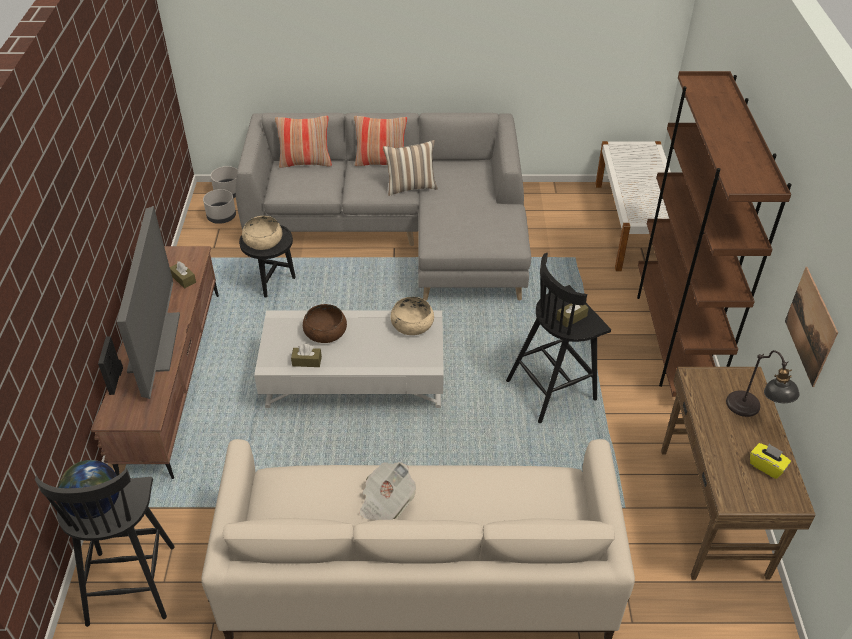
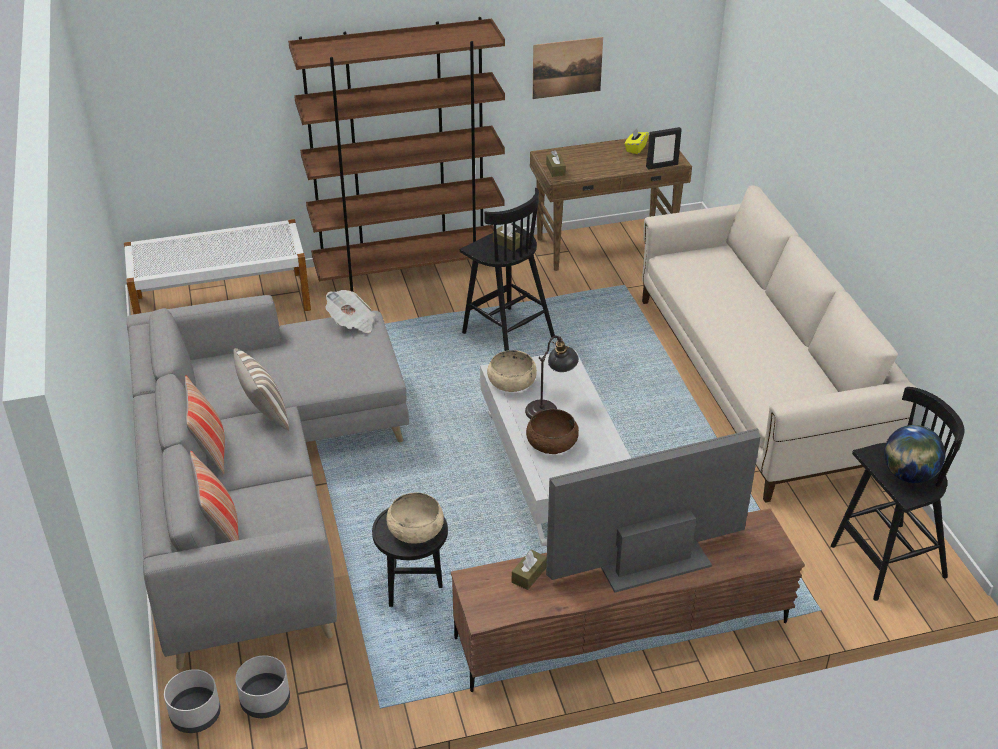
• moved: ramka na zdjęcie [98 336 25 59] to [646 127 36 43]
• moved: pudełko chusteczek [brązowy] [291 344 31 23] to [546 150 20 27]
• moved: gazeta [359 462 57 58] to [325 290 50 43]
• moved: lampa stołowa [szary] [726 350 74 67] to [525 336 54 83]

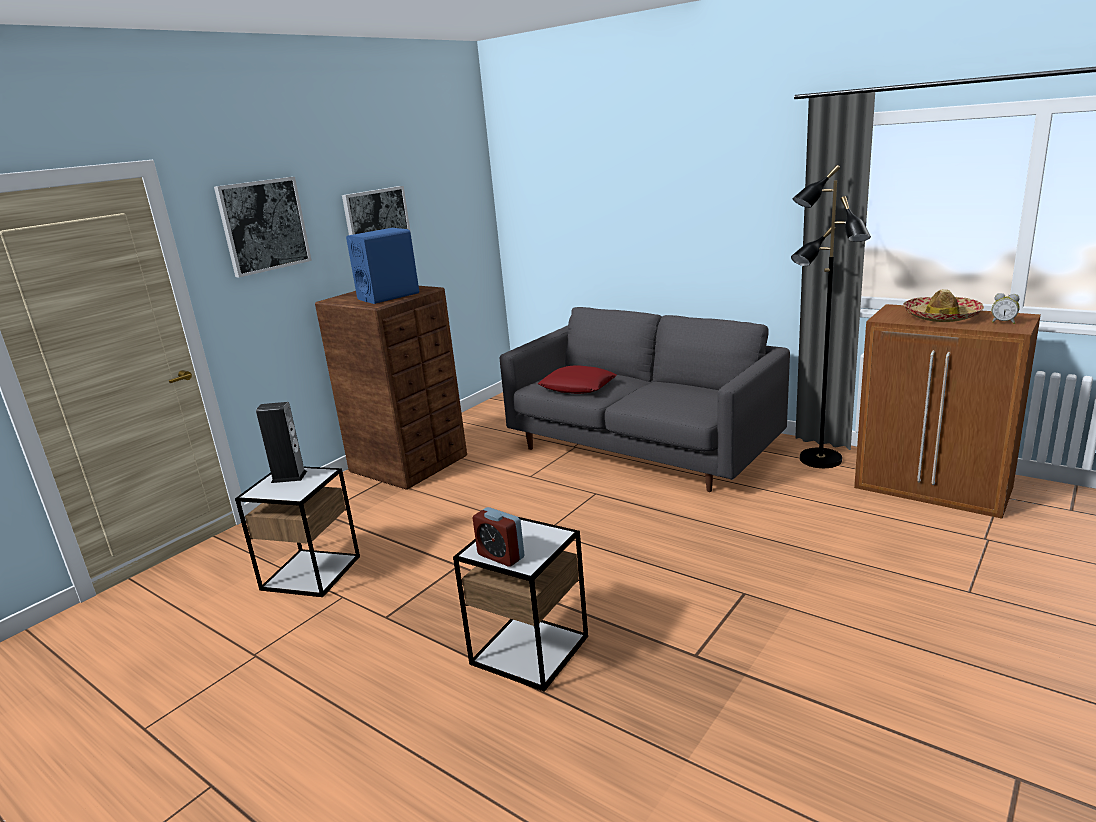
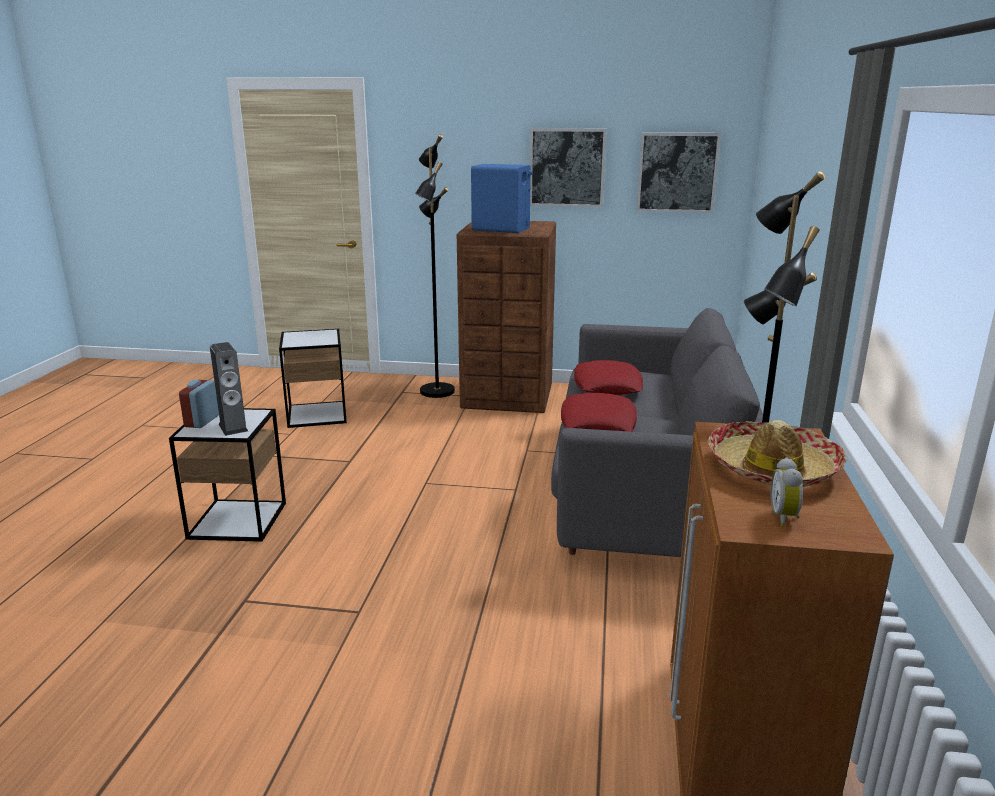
• moved: obraz [214 177 98 101] to [637 132 84 81]
• moved: głośnik [256 402 51 81] to [210 342 38 94]
• added: lampa stojąca [czarny] [415 134 40 264]
• added: poduszka [czerwony] [561 393 76 39]

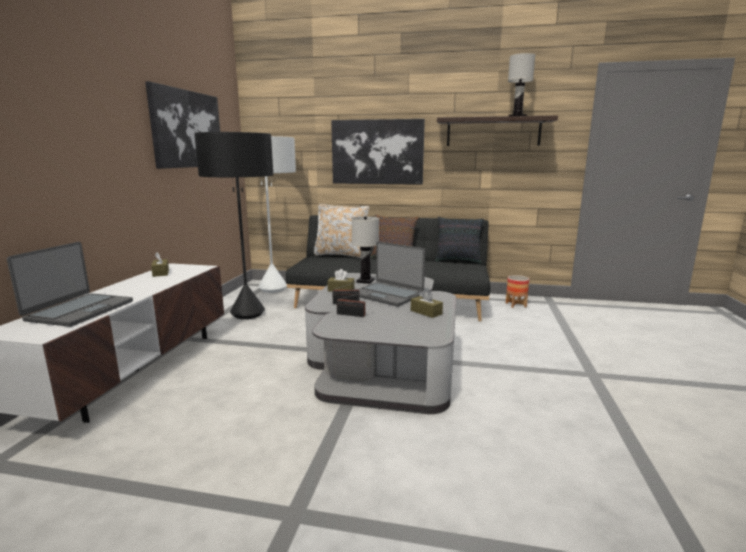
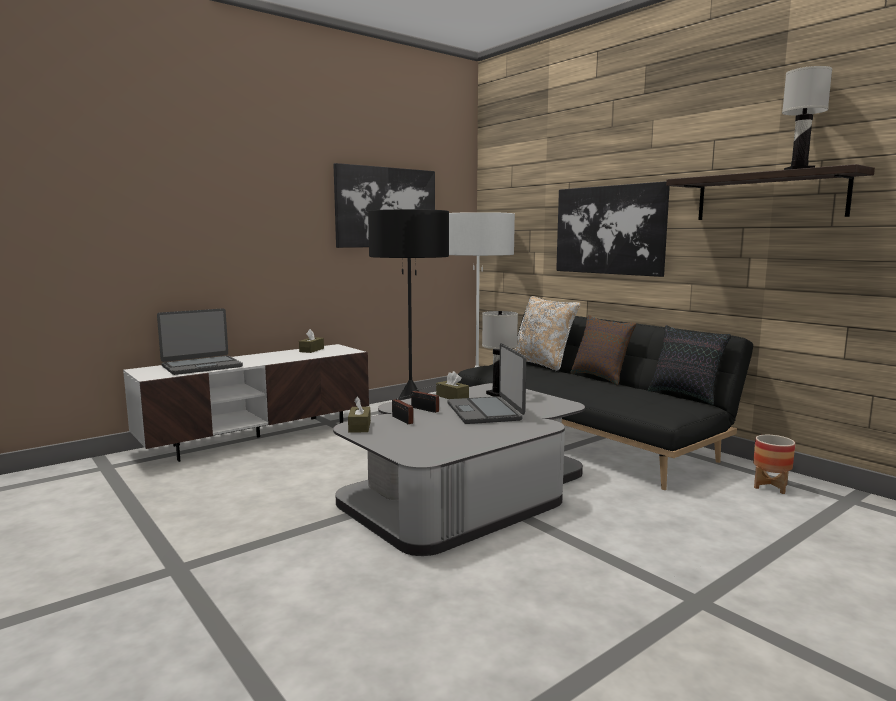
• moved: pudełko chusteczek [brązowy] [411 289 32 29] to [348 396 23 37]

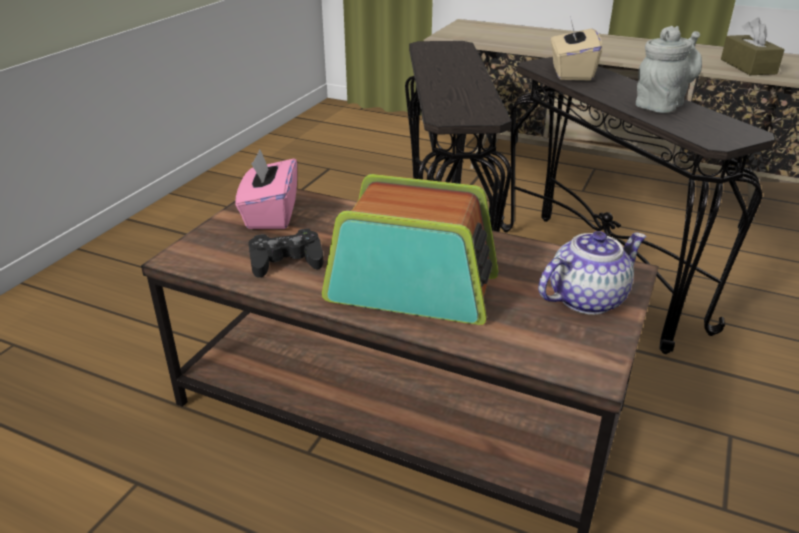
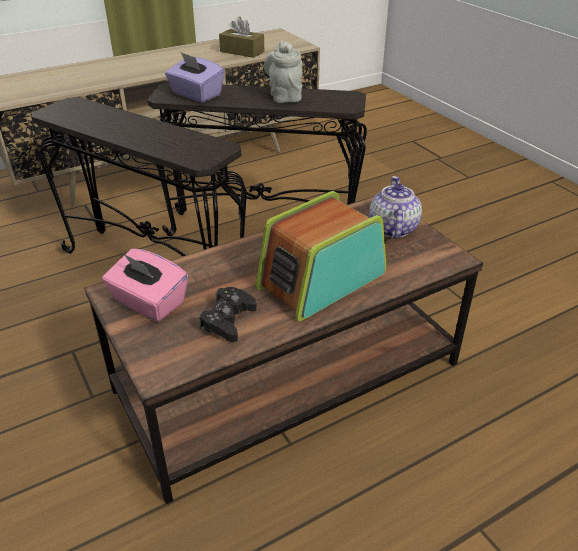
• recoloured: pudełko chusteczek [beżowy] [551 16 51 65] to pudełko chusteczek [fioletowy] [165 52 59 50]

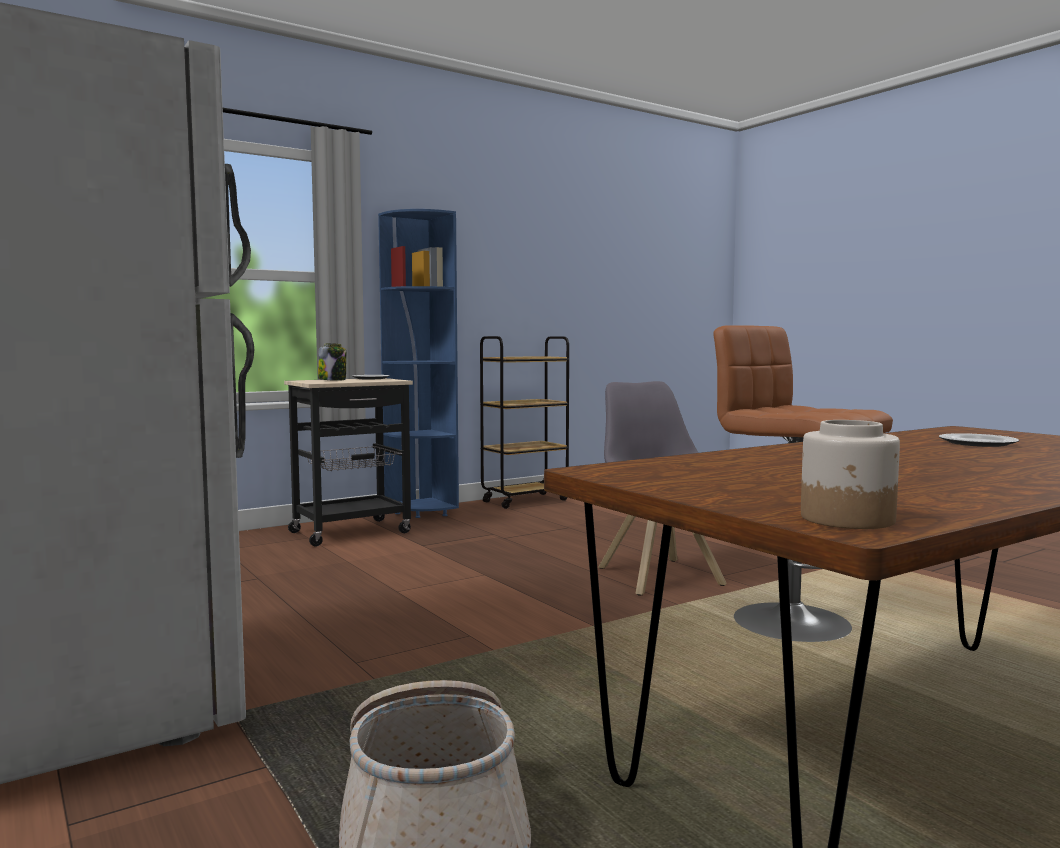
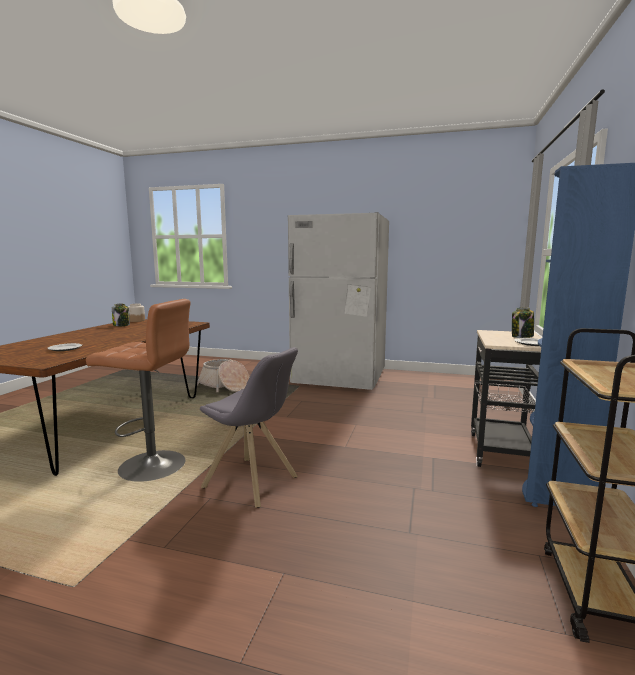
• added: słoik [112 304 18 22]

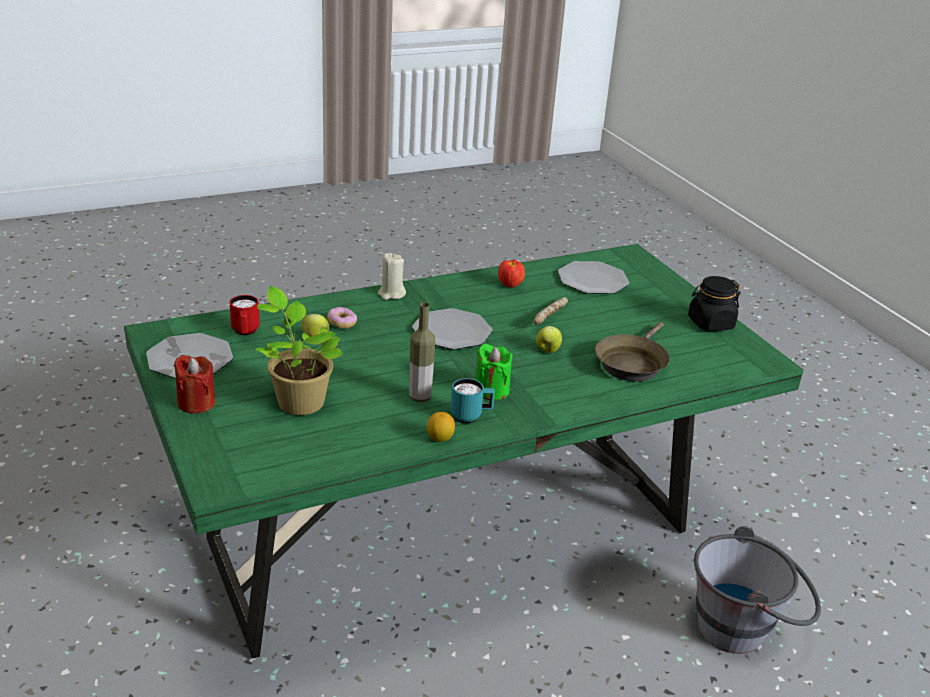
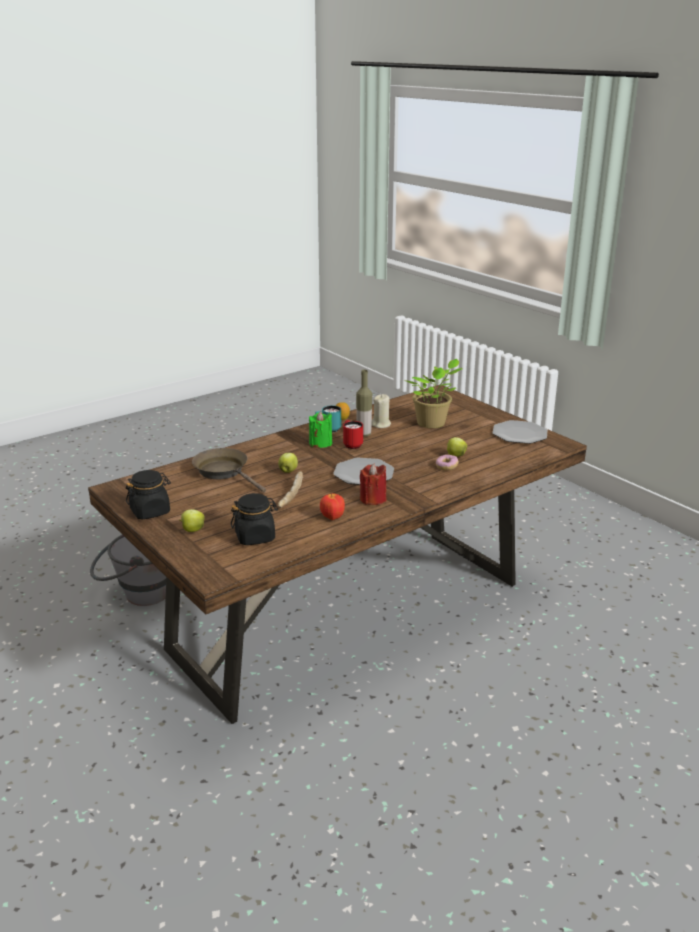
• recoloured: stół jadalny [zielony] [124 244 680 414] to stół jadalny [brązowy] [88 385 499 339]
• moved: świeca [czerwony] [174 355 41 59] to [360 464 26 41]
• moved: kubek [czerwony] [230 295 30 40] to [343 420 20 29]
• moved: świeca [beżowy] [378 253 28 47] to [371 394 20 34]
• replaced: talerz [558 261 71 33] to słoik [czarny] [231 493 47 52]
• turned: patelnia [brązowy] [595 322 75 60] = [192 448 74 44] 60 degrees counterclockwise
• added: jabłko [179 509 26 23]

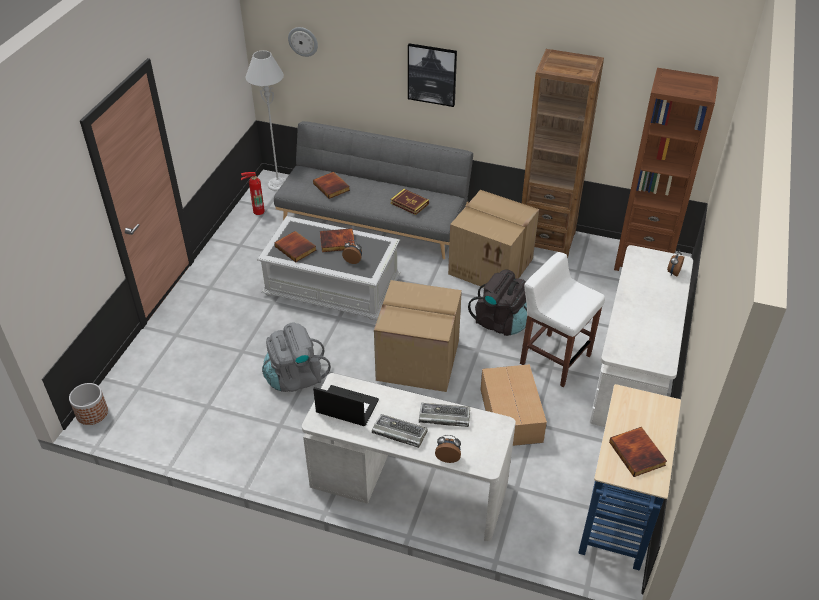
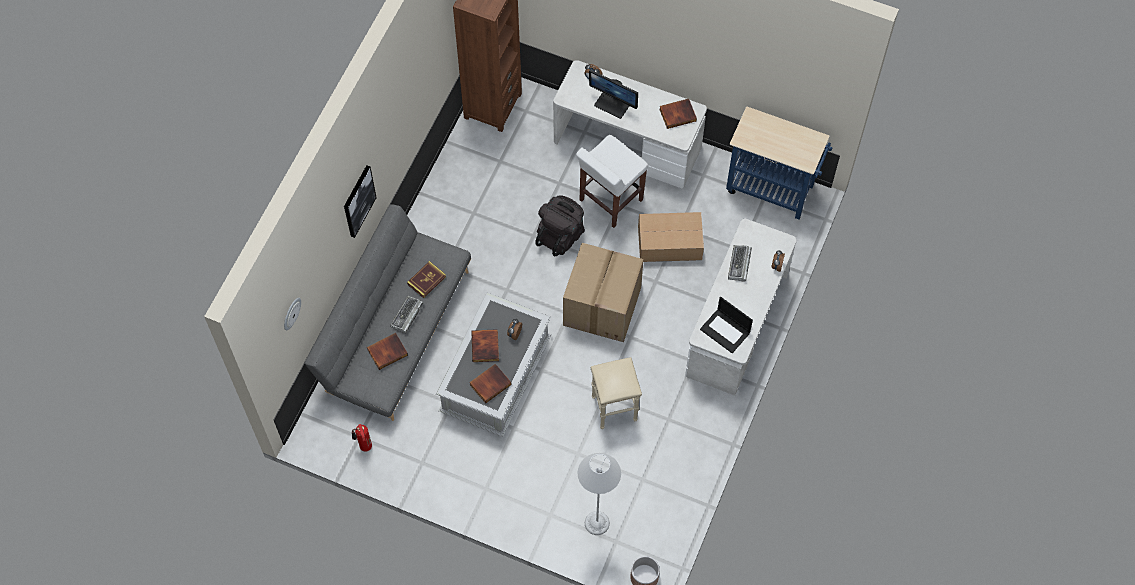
• moved: lampa stojąca [szary] [246 51 40 140] to [578 453 43 82]
• replaced: plecak [szary] [262 322 69 70] to stołek [beżowy] [591 357 51 72]
• turned: laptop [313 385 66 41] = [700 297 53 56] 75 degrees counterclockwise
• moved: klawiatura [372 414 56 34] to [390 296 34 37]
• removed: karton [448 190 91 98]
• removed: regał [brązowy] [522 49 82 209]
• moved: książka [609 427 58 50] to [660 99 37 30]
• added: monitor [589 70 49 49]

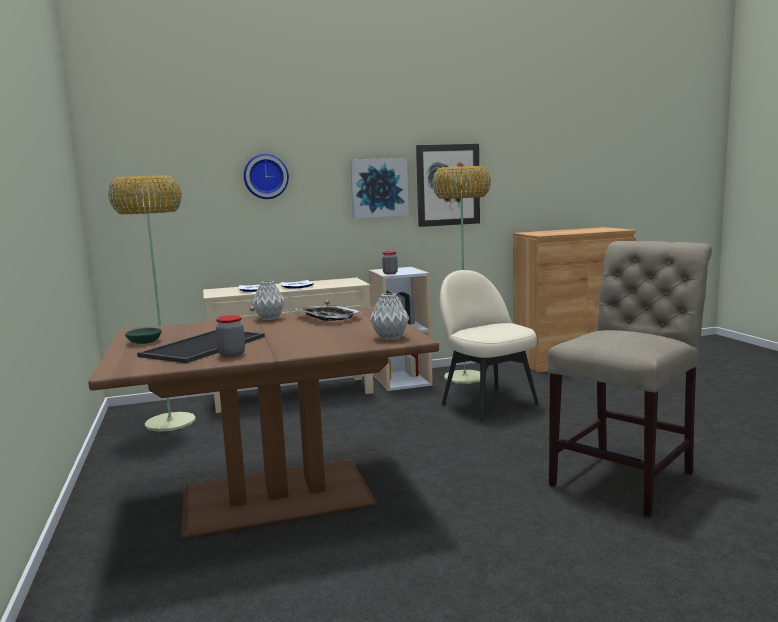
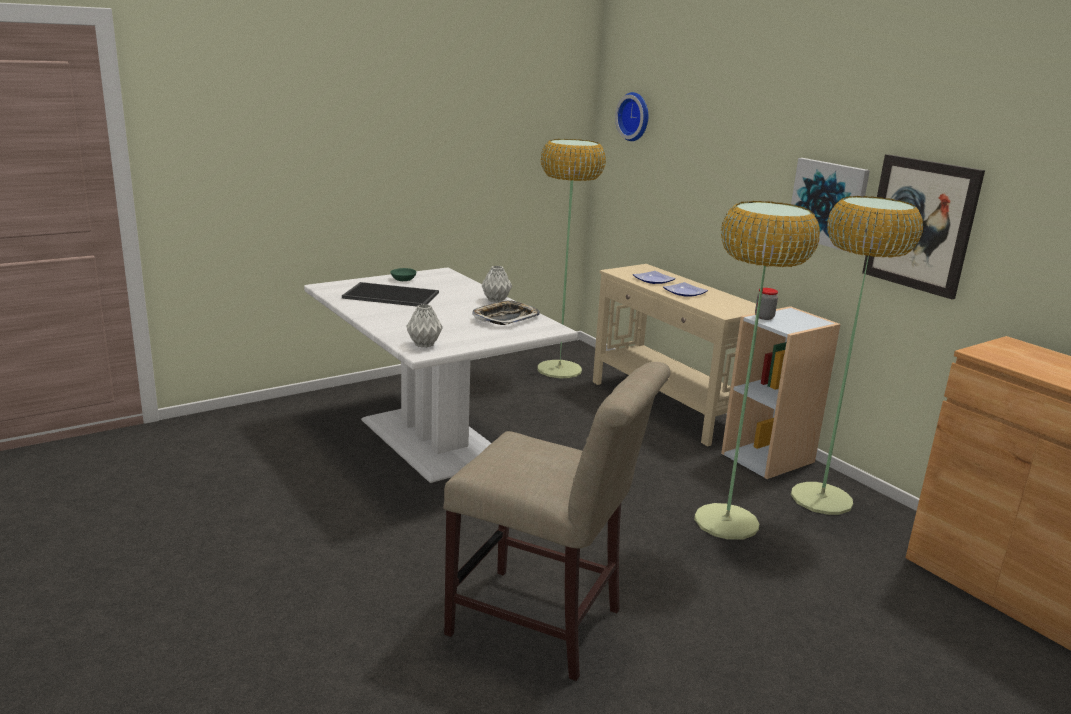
• recoloured: stół jadalny [brązowy] [88 306 351 233] to stół jadalny [biały] [304 267 273 216]
• removed: słoik [216 315 29 42]
• moved: zegar ścienny [244 154 45 45] to [615 92 33 49]
• replaced: krzesło [beżowy] [440 270 99 152] to lampa stojąca [694 201 126 339]

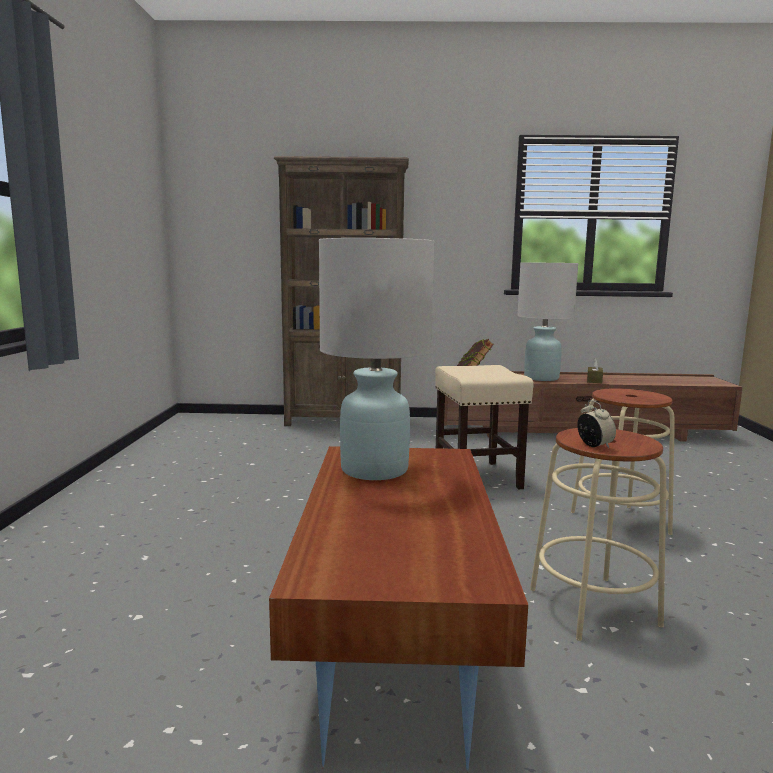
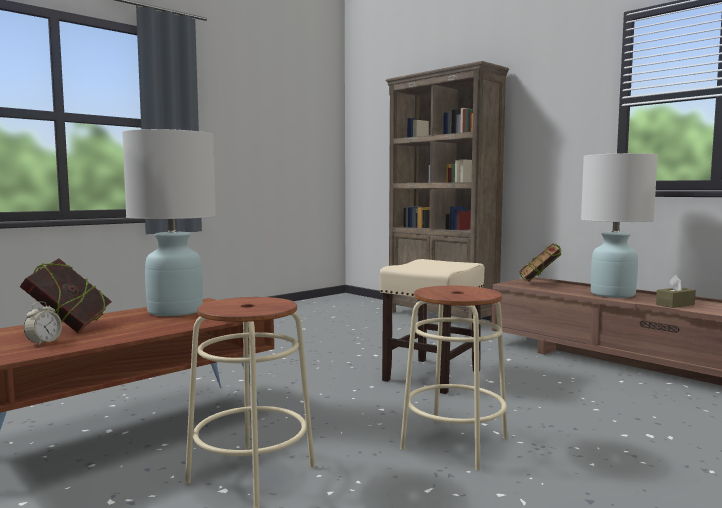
• moved: budzik [577 400 39 48] to [24 302 38 44]
• added: książka [20 258 92 75]

